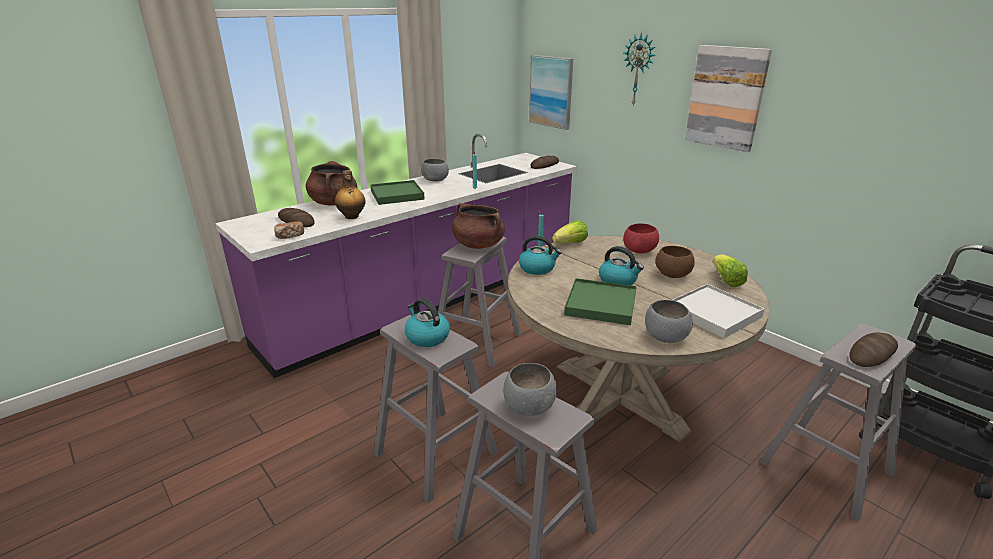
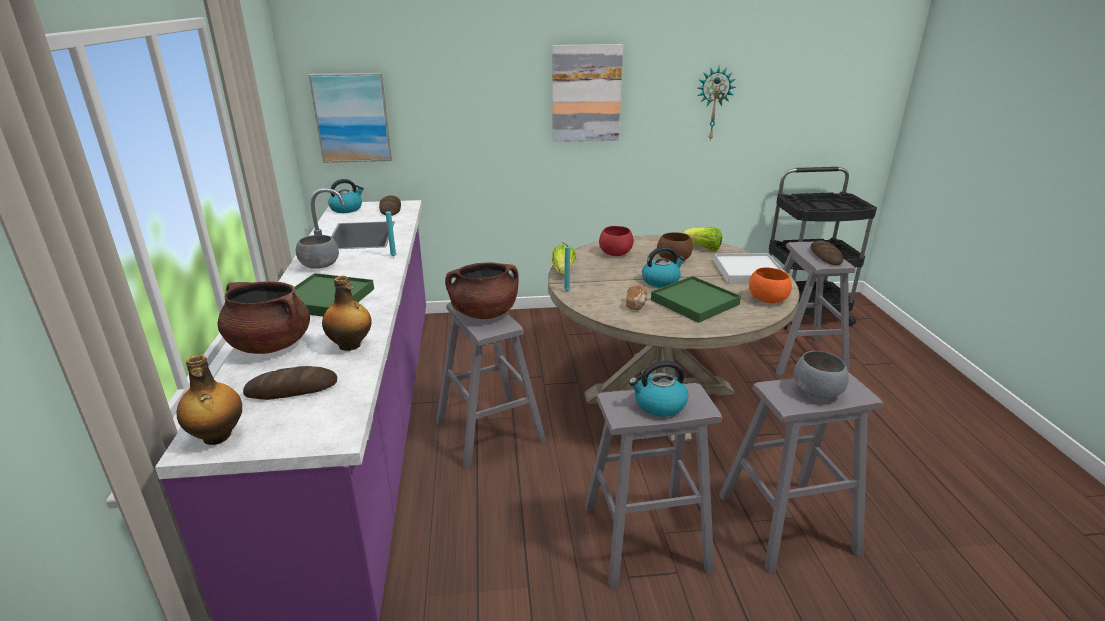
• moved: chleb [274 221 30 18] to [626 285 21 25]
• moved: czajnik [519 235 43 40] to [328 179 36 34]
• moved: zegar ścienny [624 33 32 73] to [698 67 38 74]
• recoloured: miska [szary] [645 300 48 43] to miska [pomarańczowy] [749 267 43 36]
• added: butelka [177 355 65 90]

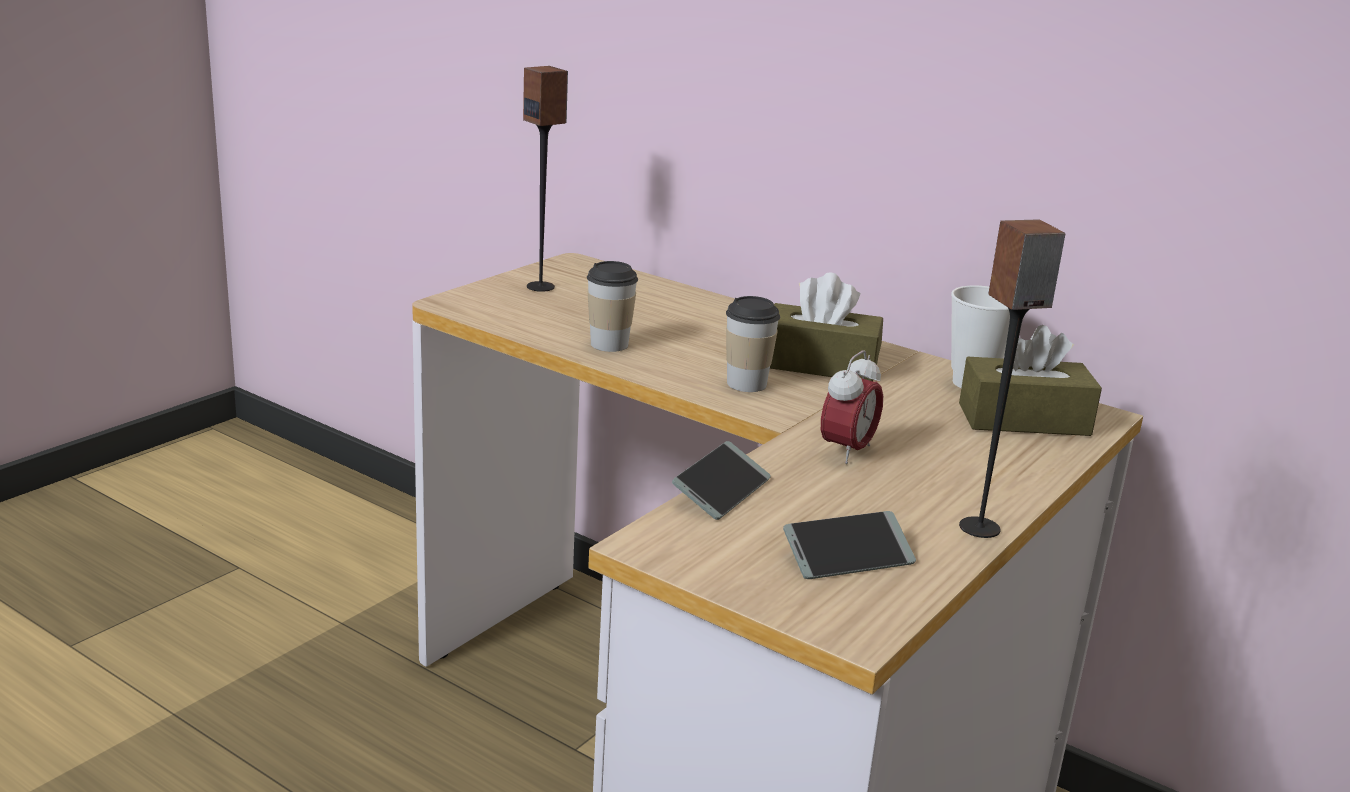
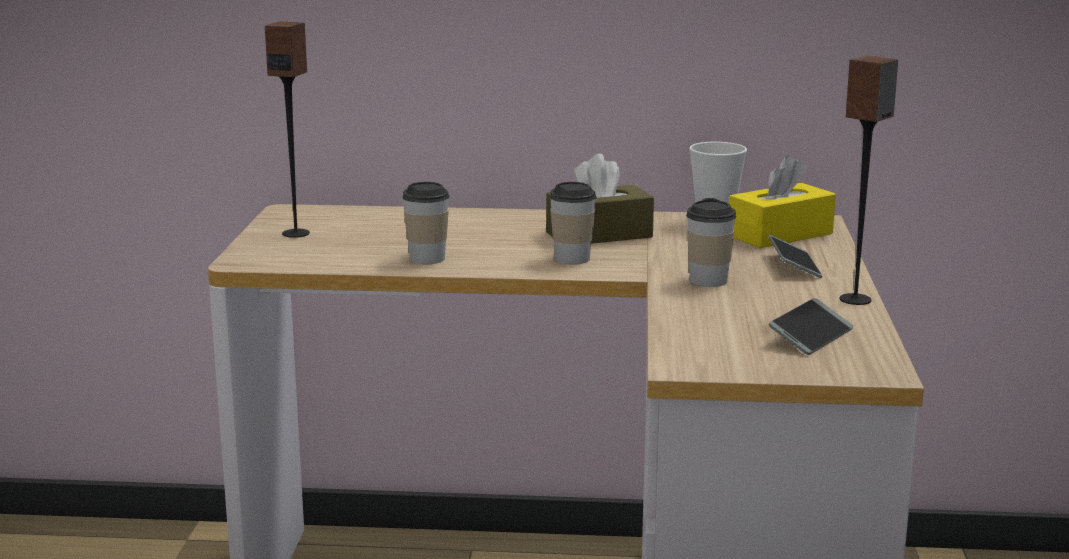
• moved: telefon [672 441 99 79] to [768 235 54 43]
• replaced: budzik [821 351 62 113] to filiżanka [686 198 50 89]
• recoloured: pudełko chusteczek [brązowy] [959 325 143 111] to pudełko chusteczek [żółty] [729 155 107 93]

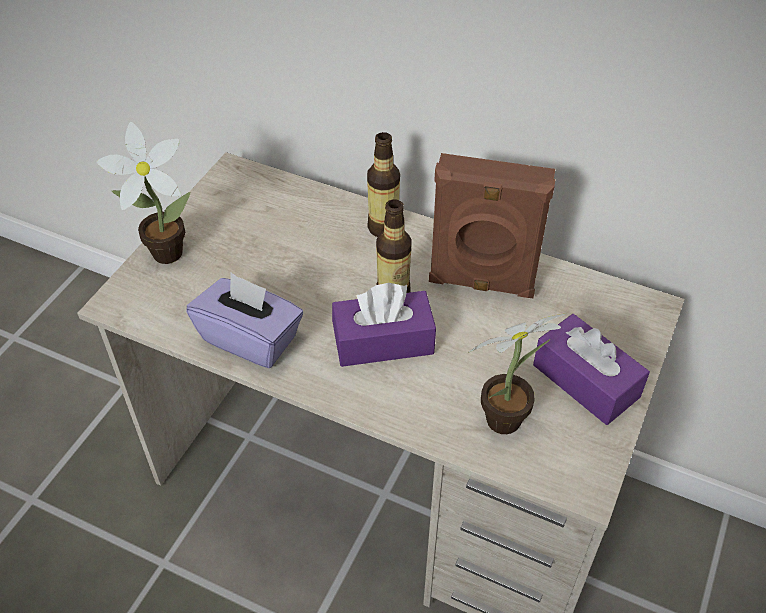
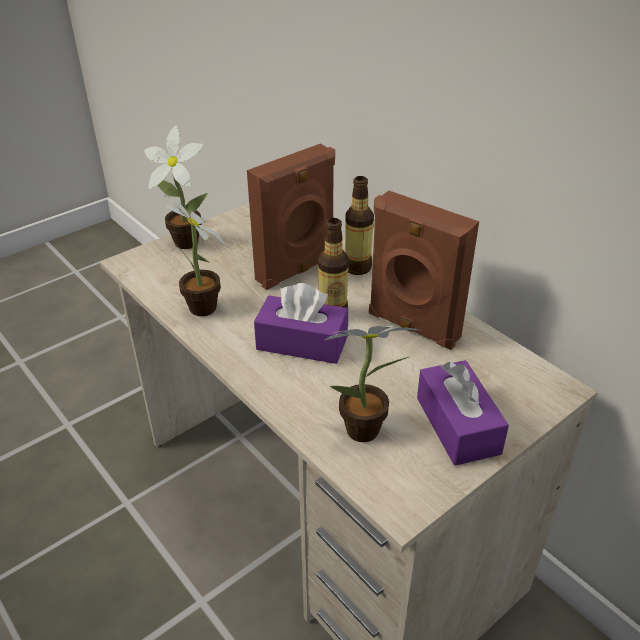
• replaced: pudełko chusteczek [fioletowy] [186 272 117 96] to roślina doniczkowa [163 194 64 122]
• added: głośnik [brązowy] [247 144 88 146]

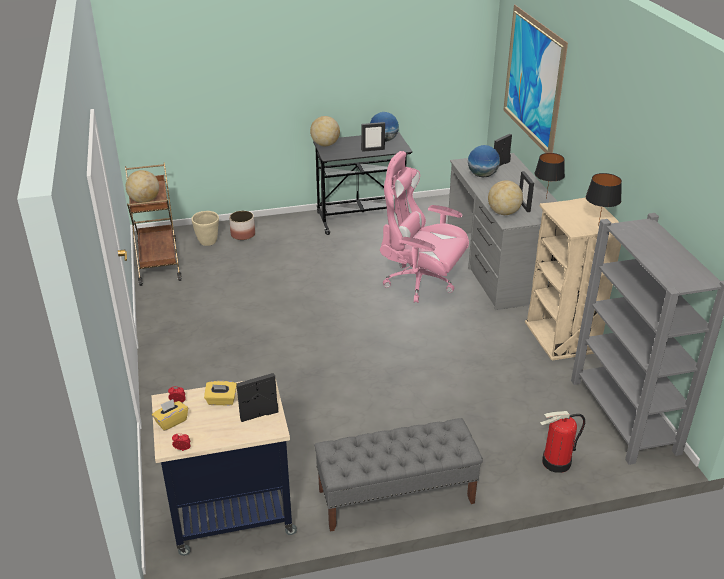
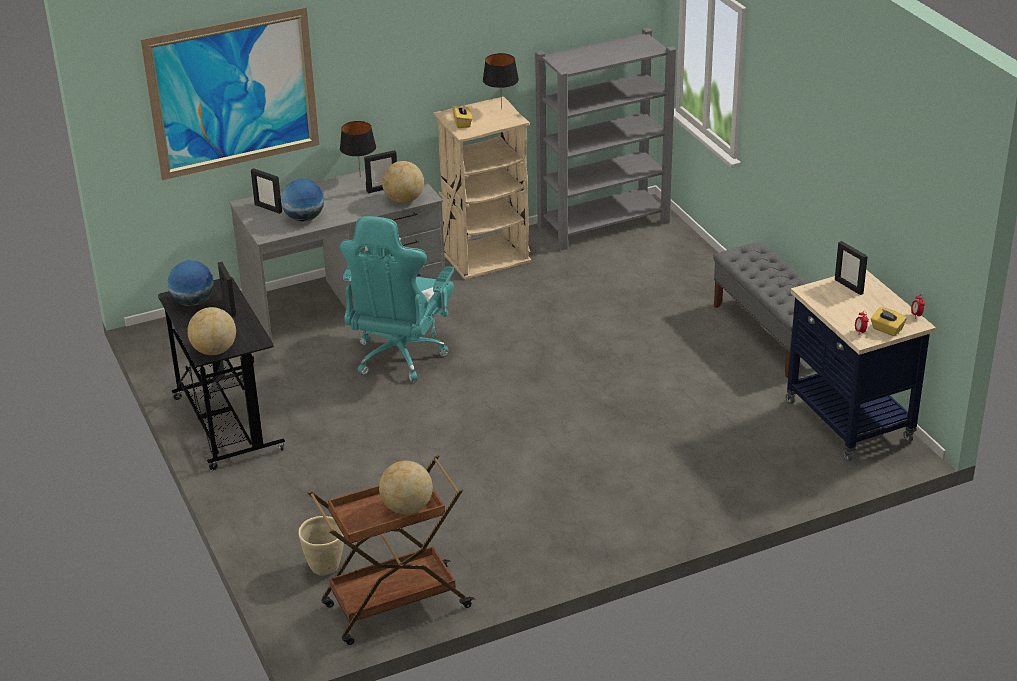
• moved: pudełko chusteczek [żółty] [204 381 33 25] to [453 104 19 24]
• removed: donica [229 211 26 29]
• recoloured: krzesło biurowe [różowy] [380 151 89 152] to krzesło biurowe [turkusowy] [340 216 114 166]
• removed: gaśnica [540 411 46 62]

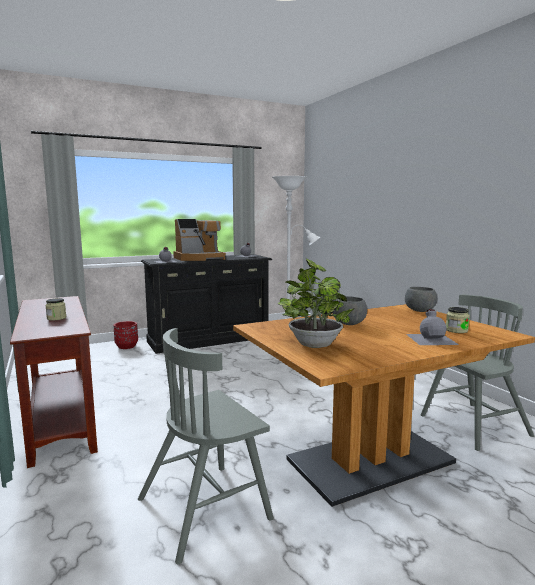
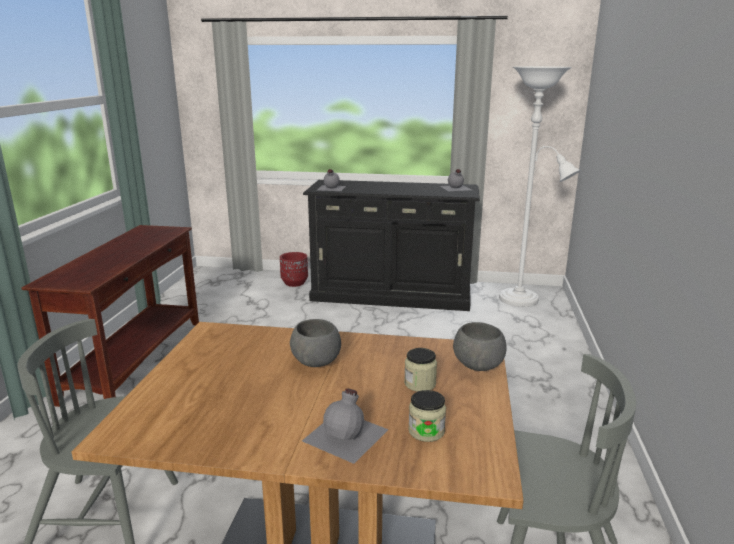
• moved: słoik [45 298 21 22] to [404 348 33 44]
• removed: ekspres do kawy [173 219 53 42]
• removed: roślina doniczkowa [277 259 76 89]

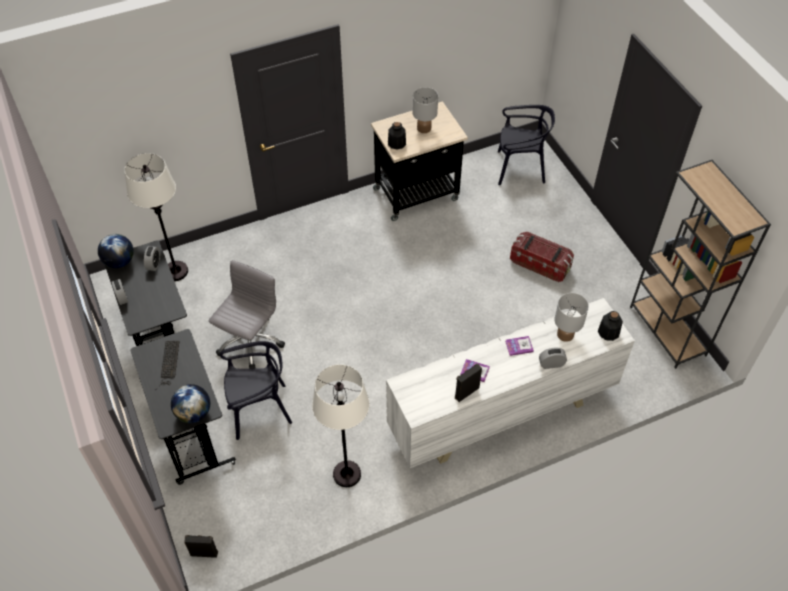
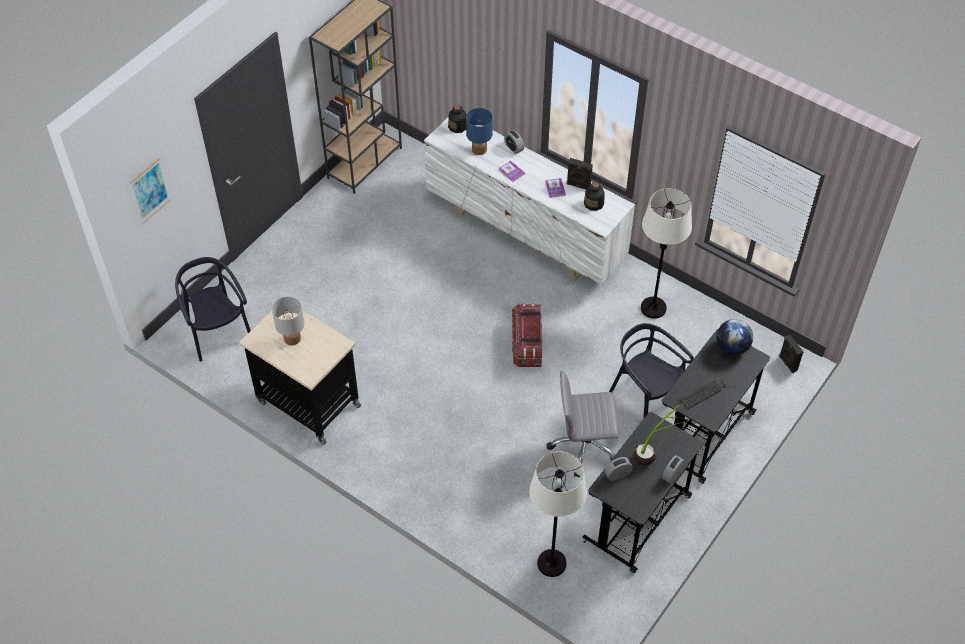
• removed: globus [98 234 36 34]
• moved: butelka [388 122 18 28] to [584 182 21 29]
• moved: pojemnik do przechowywania [510 232 64 50] to [512 304 31 63]
• recoloured: lampa stołowa [szary] [554 293 35 49] to lampa stołowa [niebieski] [466 108 27 47]
• added: obraz [130 158 41 65]
• added: roślina doniczkowa [633 400 58 70]

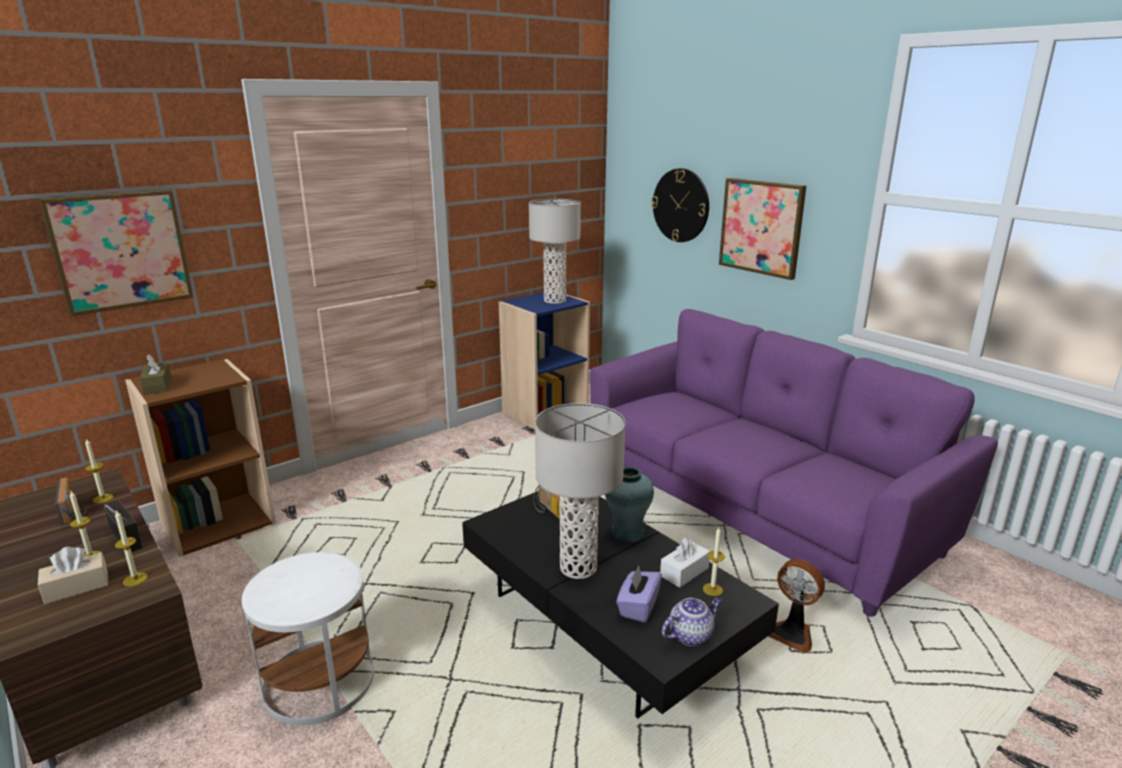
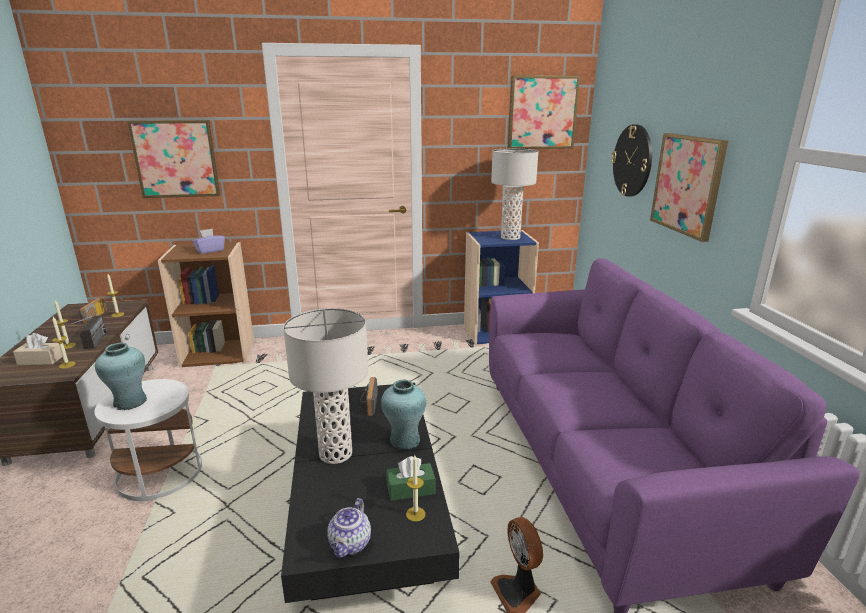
• removed: pudełko chusteczek [brązowy] [140 354 32 41]
• moved: pudełko chusteczek [fioletowy] [616 566 46 57] to [192 229 33 25]
• recoloured: pudełko chusteczek [biały] [660 536 50 52] to pudełko chusteczek [zielony] [386 456 50 45]
• turned: imbryk [662 597 60 49] = [327 498 44 60] 105 degrees clockwise
• added: wazon [turkusowy] [95 343 52 67]
• added: obraz [508 75 72 74]

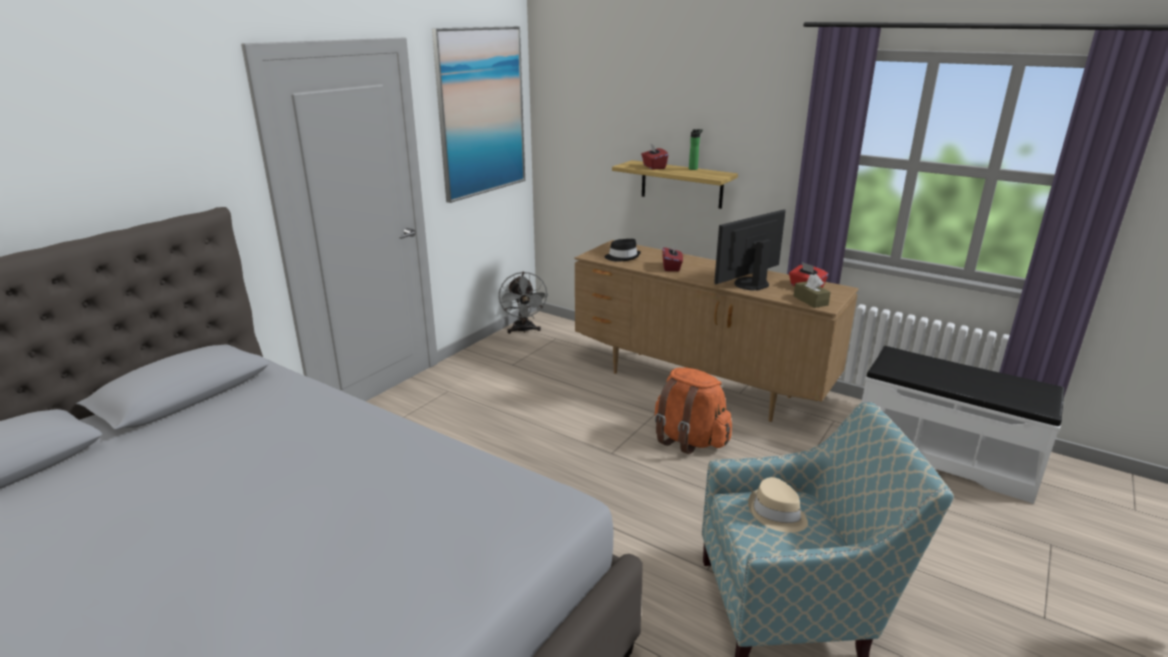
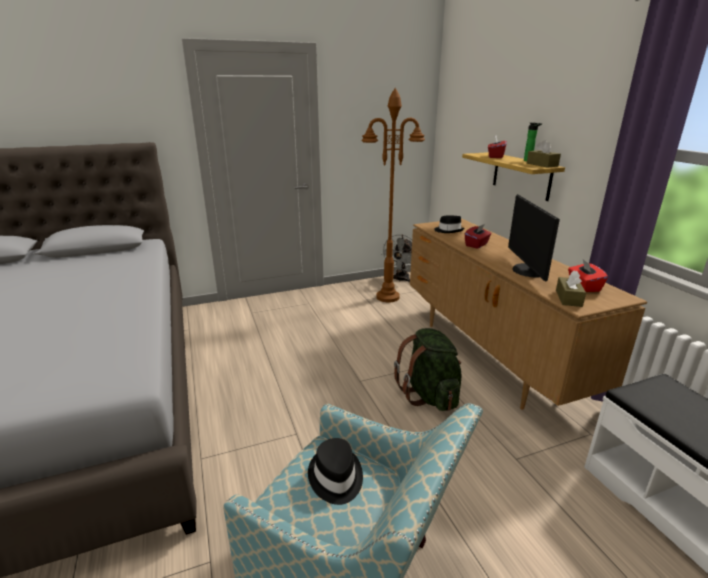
• removed: obraz [432 26 93 177]
• recoloured: plecak [pomarańczowy] [655 367 77 87] to plecak [zielony] [394 328 67 83]
• turned: monitor [714 209 72 82] = [508 194 52 87] 90 degrees counterclockwise
• recoloured: kapelusz [beżowy] [748 477 60 56] to kapelusz [czarny] [308 438 55 67]
• added: lampa stojąca [brązowy] [361 88 64 214]
• added: pudełko chusteczek [brązowy] [527 140 34 28]

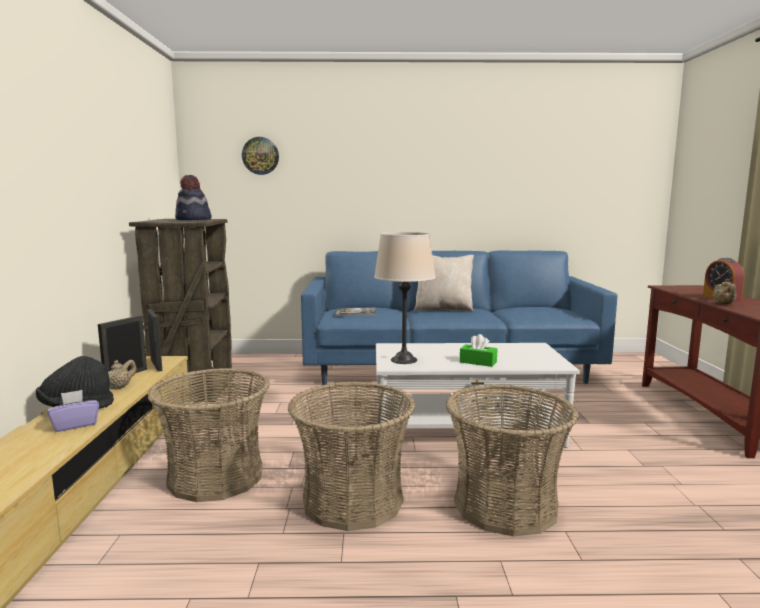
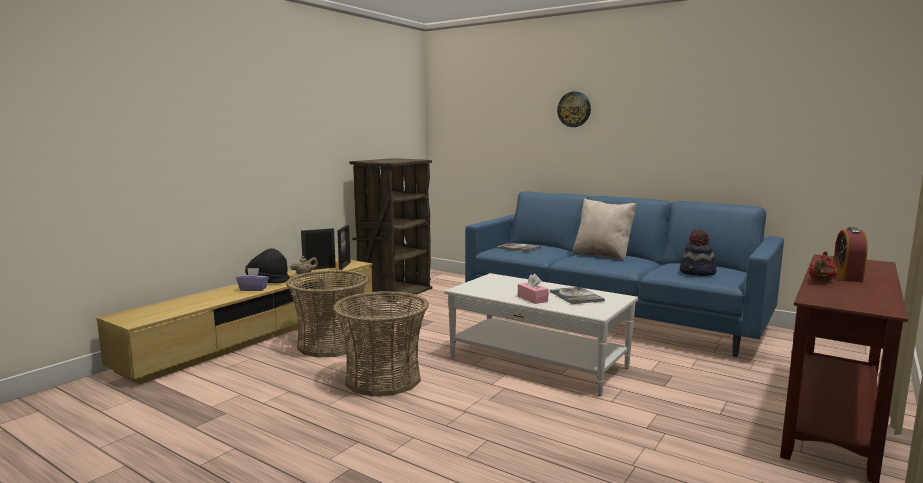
• moved: kapelusz [175 175 37 45] to [680 230 37 46]
• moved: zegar ścienny [242 137 37 38] to [557 91 34 36]
• removed: lampa stołowa [beżowy] [374 232 62 132]
• removed: koszyk [446 384 133 153]
• recoloured: pudełko chusteczek [zielony] [460 334 38 33] to pudełko chusteczek [różowy] [518 274 31 30]
• recoloured: imbryk [beżowy] [713 279 23 25] to imbryk [czerwony] [809 251 28 31]
• added: książka [550 287 55 17]

